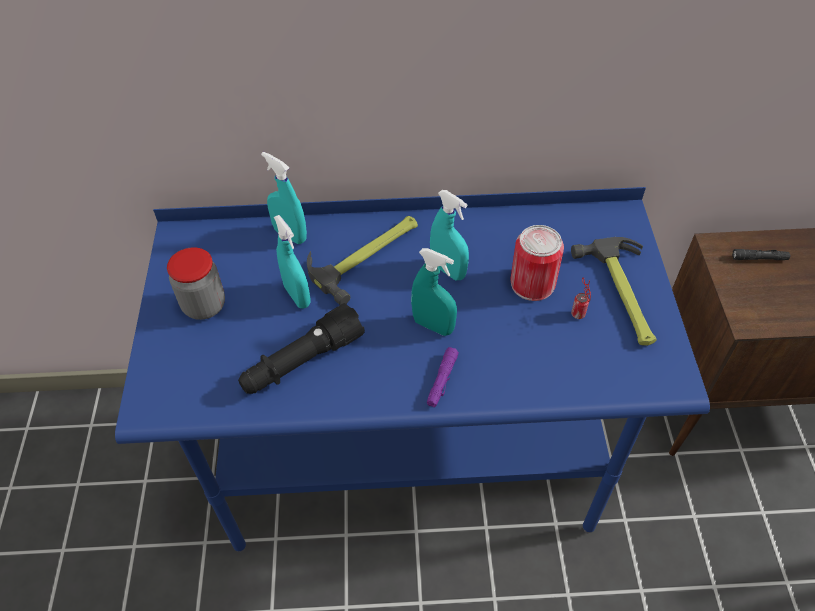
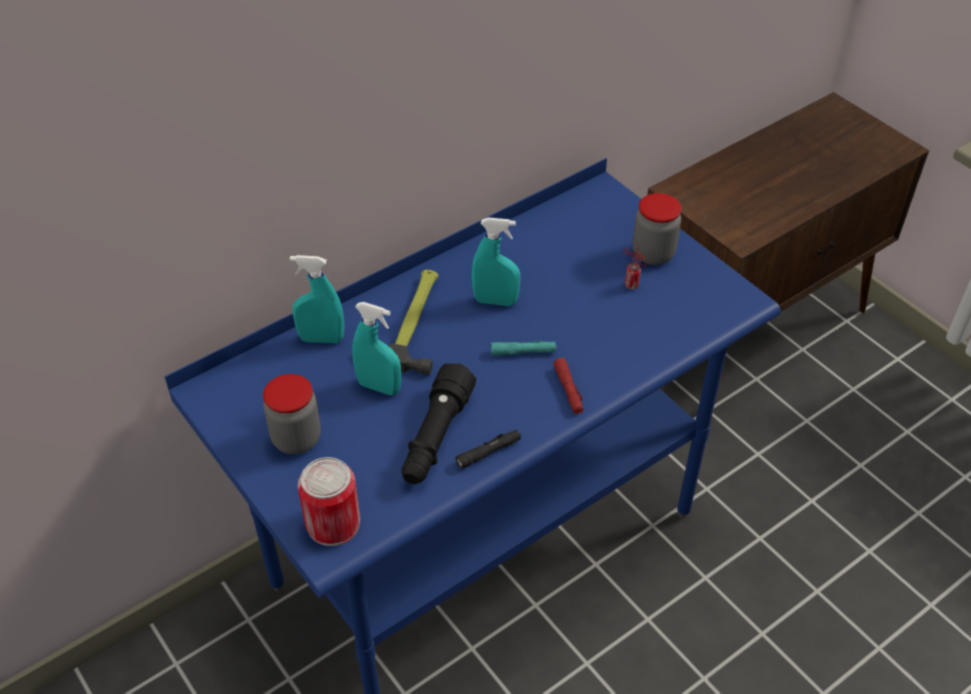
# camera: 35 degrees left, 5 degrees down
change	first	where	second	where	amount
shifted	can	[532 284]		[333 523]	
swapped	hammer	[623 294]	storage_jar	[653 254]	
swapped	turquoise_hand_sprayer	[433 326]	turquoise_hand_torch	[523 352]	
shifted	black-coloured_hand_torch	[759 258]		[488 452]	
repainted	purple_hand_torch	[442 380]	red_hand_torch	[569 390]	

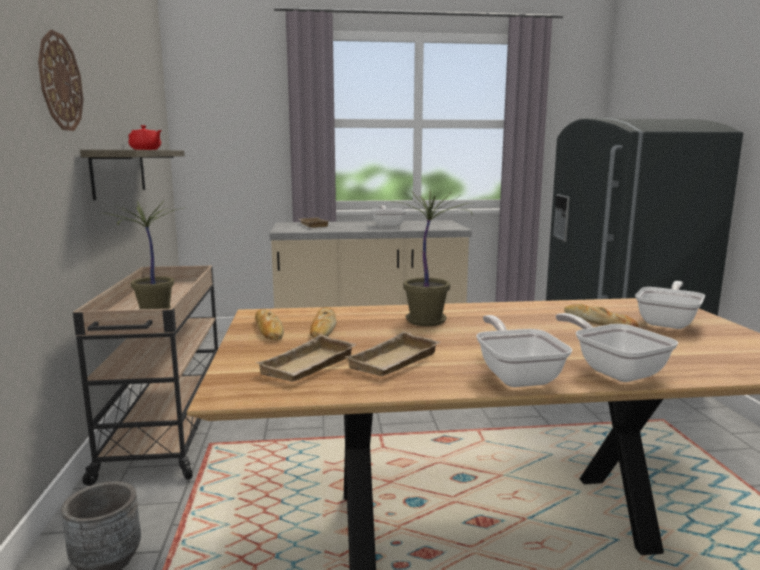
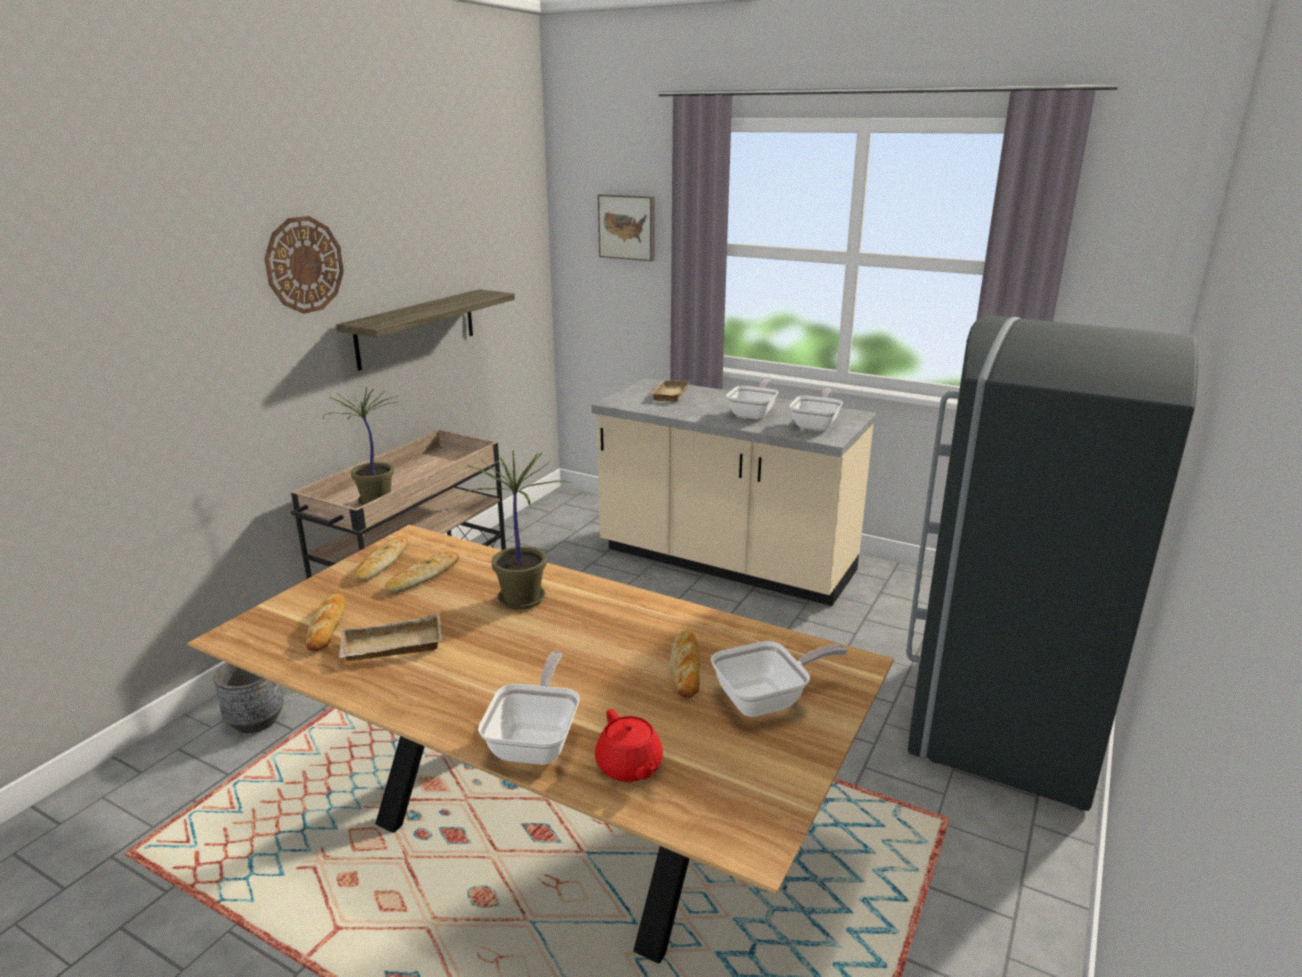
# camera: 35 degrees right, 10 degrees up
change	first	where	second	where	amount
shifted	red_teapot	[146 149]		[629 767]	
shifted	frying_pan	[516 375]		[816 425]	
swapped	sand-coloured_serving_tray	[310 366]	bakery_bread	[327 626]	
new			picture	[628 227]	

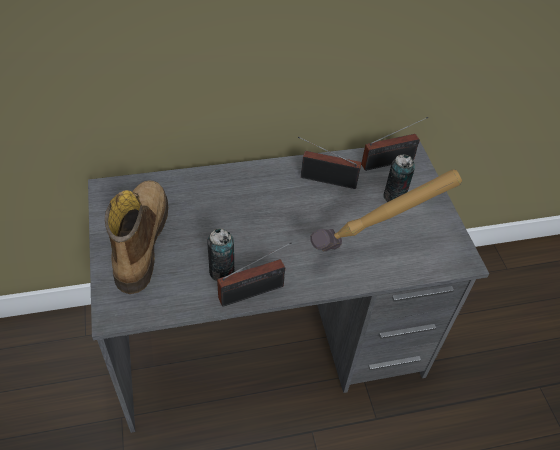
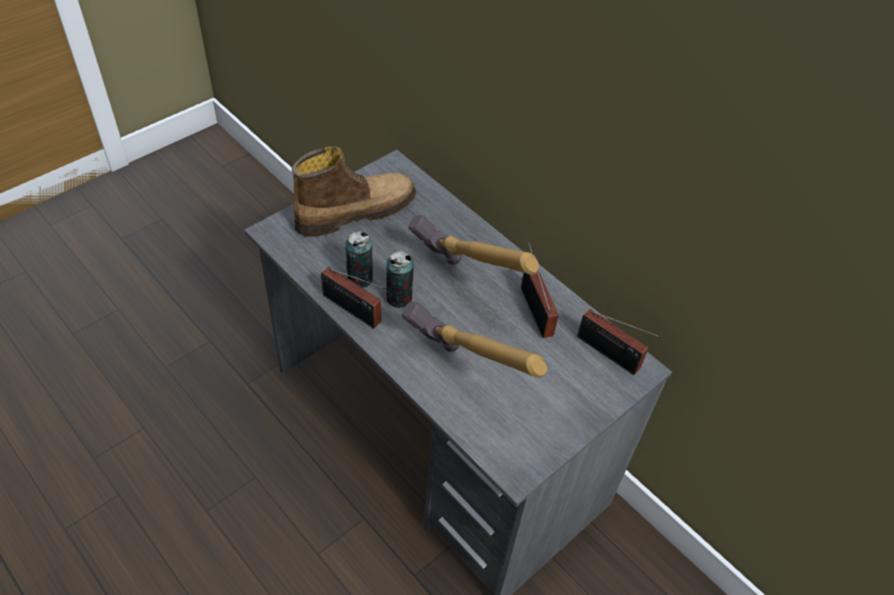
# camera: 60 degrees right, 0 degrees up
change	first	where	second	where	amount
shifted	can	[394 197]		[399 298]	
new			hammer	[464 293]	

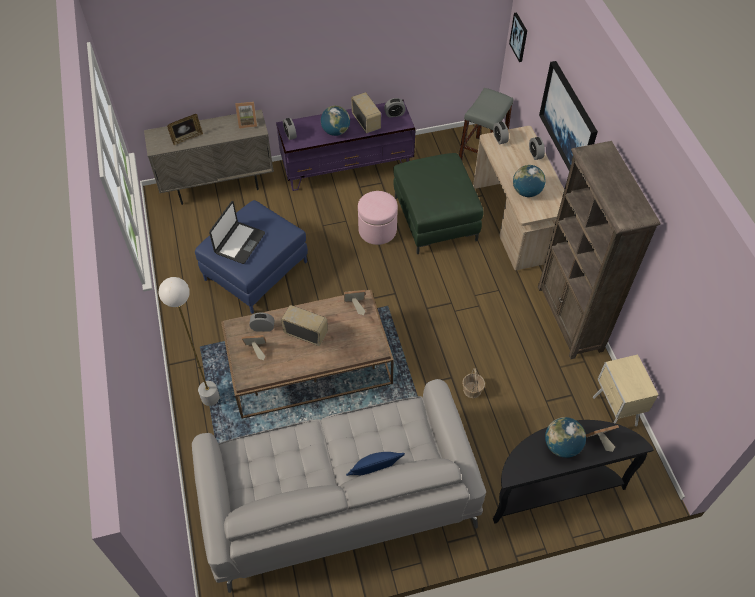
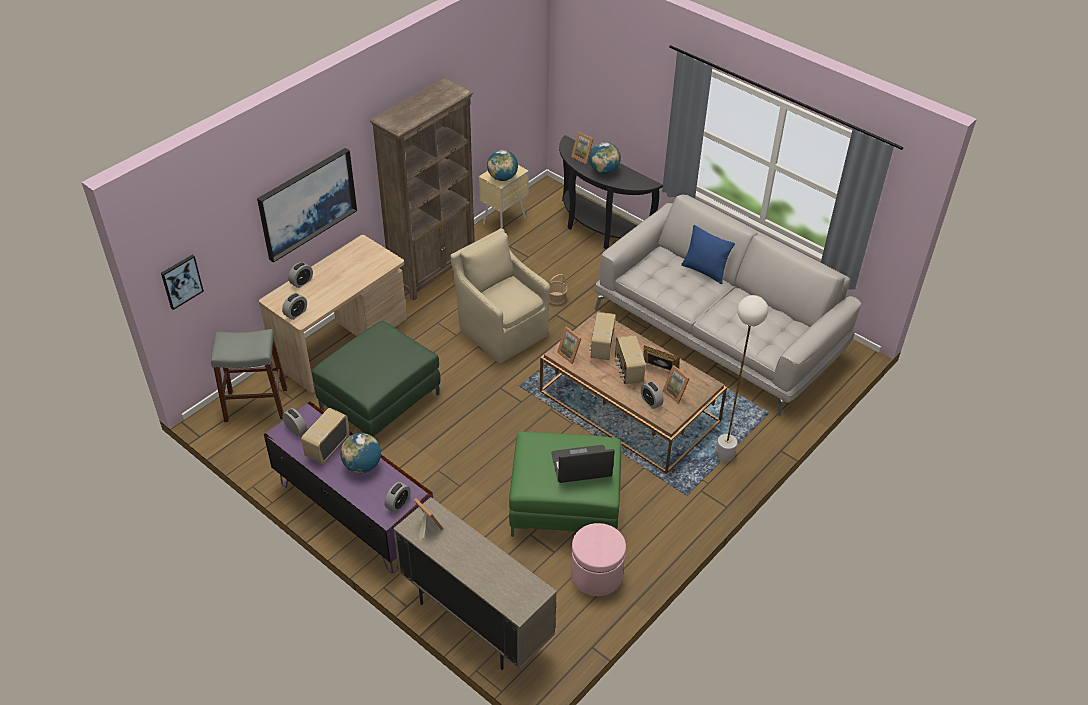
# camera: 125 degrees left, 10 degrees down
change	first	where	second	where	amount
shifted	picture_frame	[187 138]		[659 369]	
shifted	globe	[526 192]		[502 178]	
shifted	pink_ottoman	[377 230]		[596 574]	
repainted	blue-coloured_ottoman	[255 271]	green-coloured_ottoman	[564 507]	
new			sand-coloured_lounge_chair	[501 330]	
new			radio	[601 347]	

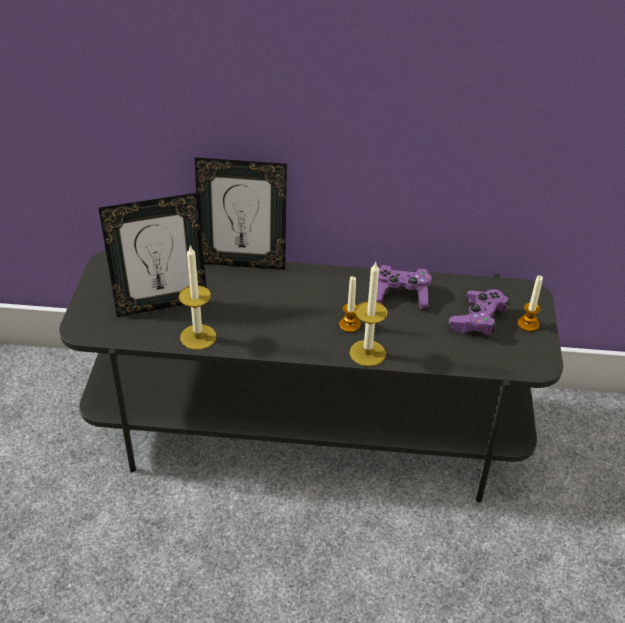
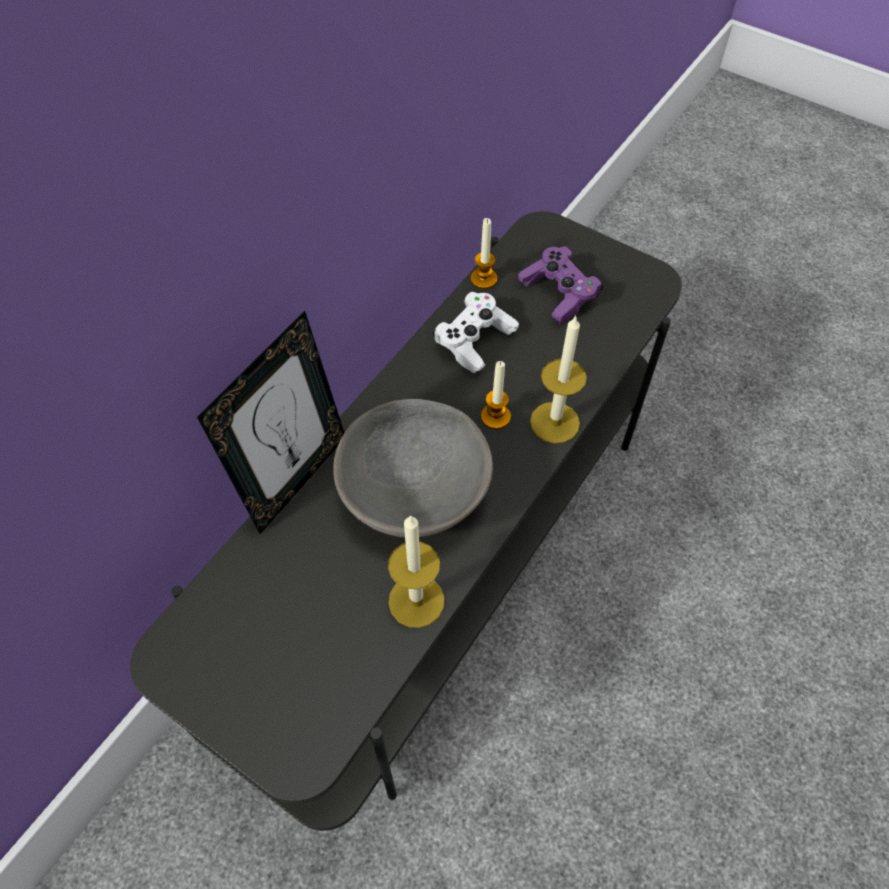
# camera: 60 degrees left, 15 degrees up
change	first	where	second	where	amount
gone	picture_frame	[161 303]			
repainted	purple_gamepad	[401 295]	white_gamepad	[474 341]	
shifted	wax_light	[528 324]		[483 279]	
new			greyish_bowl	[415 490]	

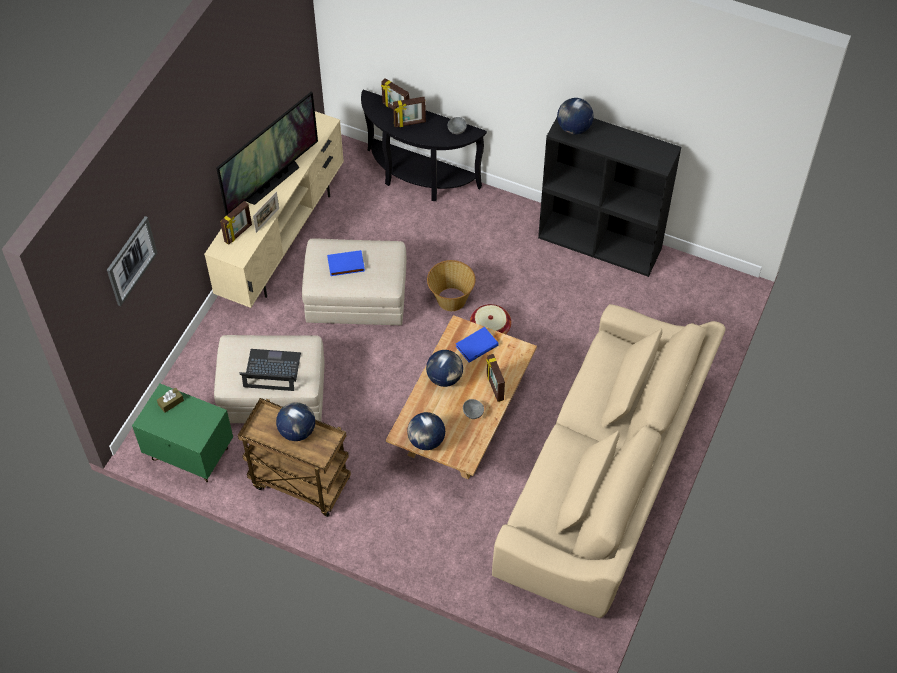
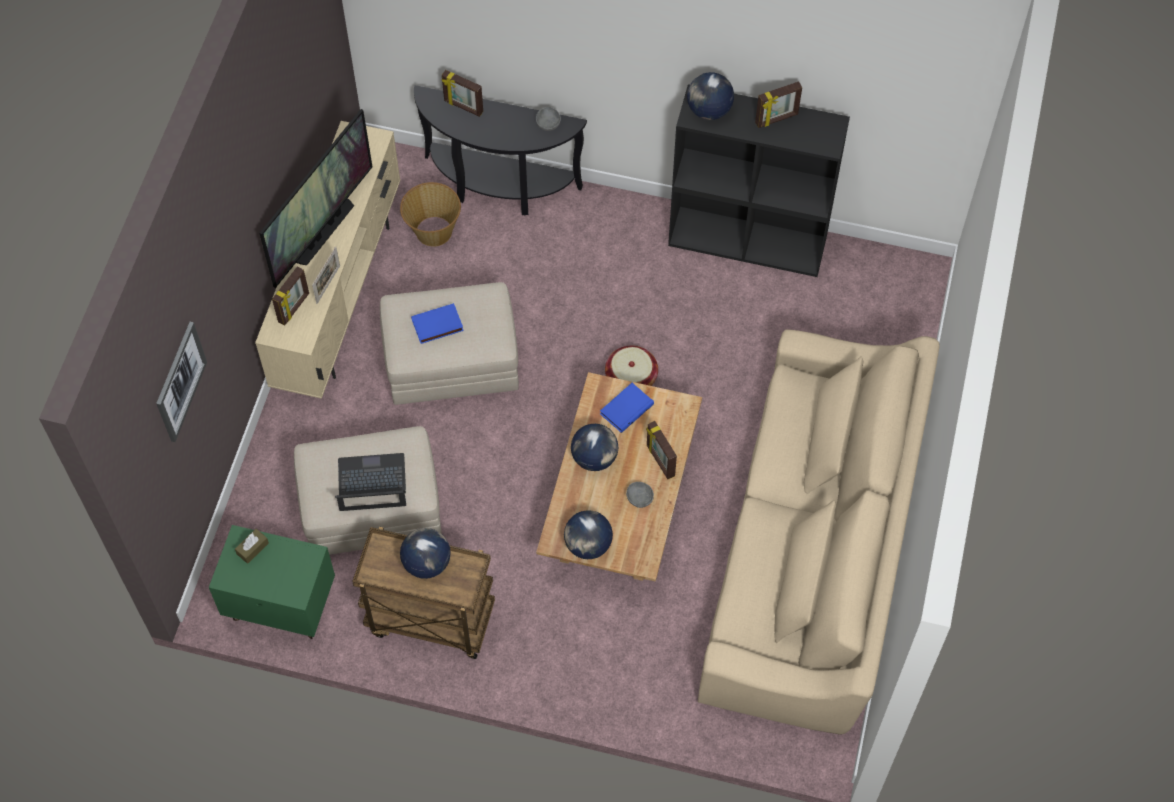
# camera: 10 degrees left, 5 degrees up
change	first	where	second	where	amount
shifted	picture_frame	[410 123]		[776 119]	
shifted	storage_basket	[451 299]		[433 231]	

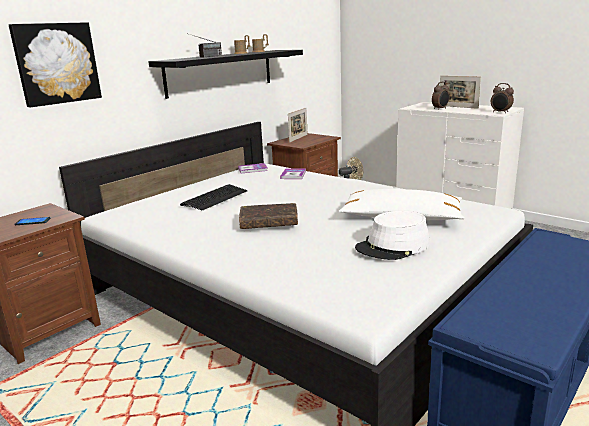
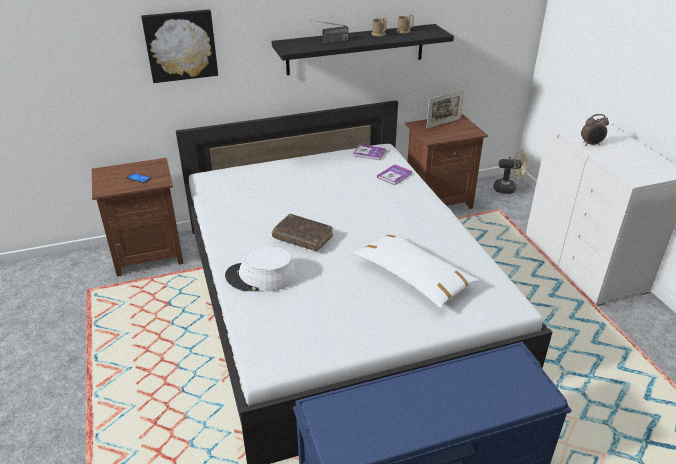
# camera: 30 degrees right, 15 degrees up
change	first	where	second	where	amount
gone	picture_frame	[458 107]			
gone	bedside_clock	[500 112]			
gone	PC_keyboard	[215 198]			
shifted	white_hat	[393 246]		[261 277]	

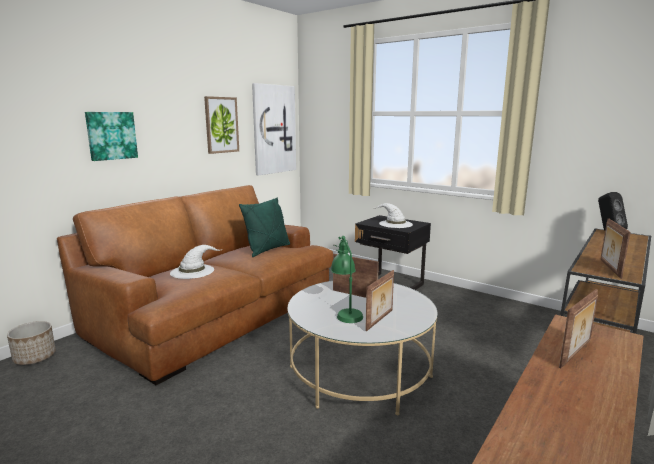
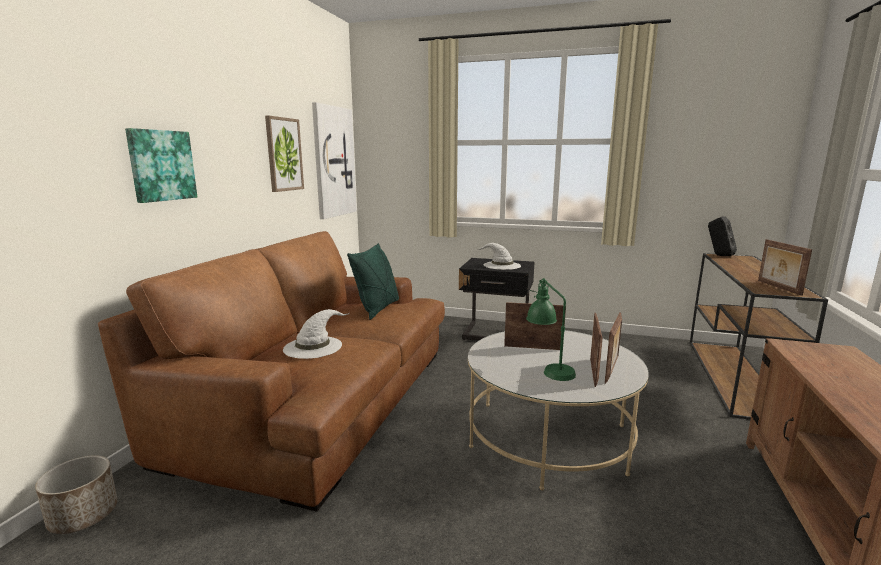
# camera: 20 degrees left, 0 degrees up
change	first	where	second	where	amount
shifted	picture_frame	[576 354]		[611 370]	

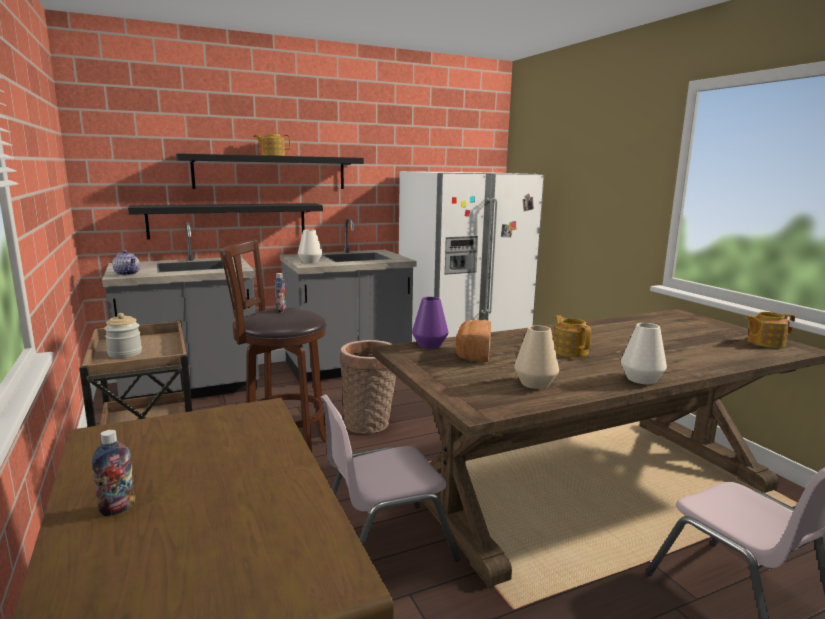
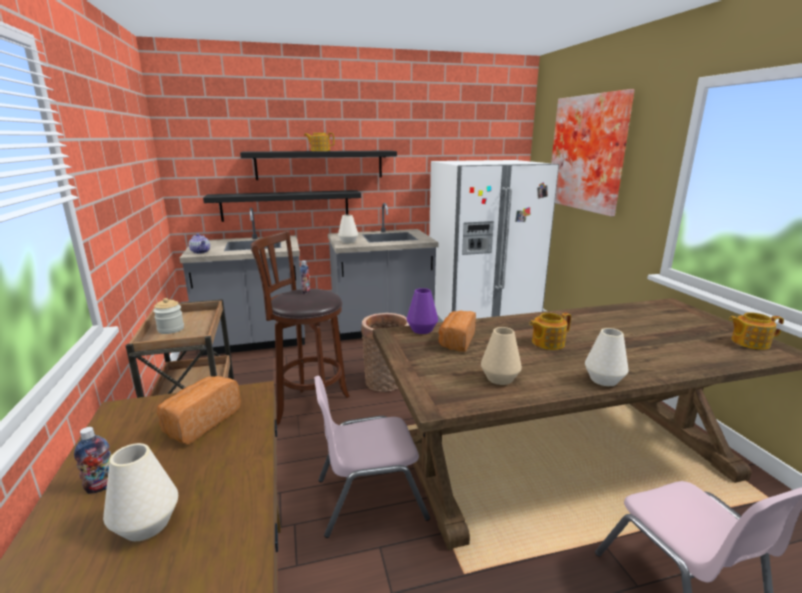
# camera: 10 degrees right, 5 degrees up
change	first	where	second	where	amount
rotated	teapot	[570 351]		[547 343]	105 degrees counterclockwise
new			picture	[589 153]	
new			bakery_bread	[200 422]	
new			white_vase	[146 524]	

